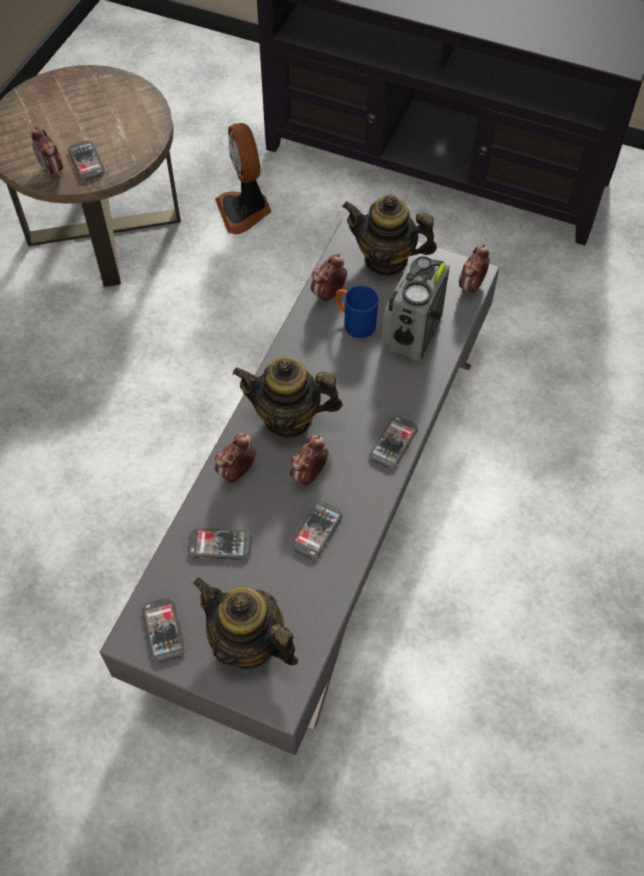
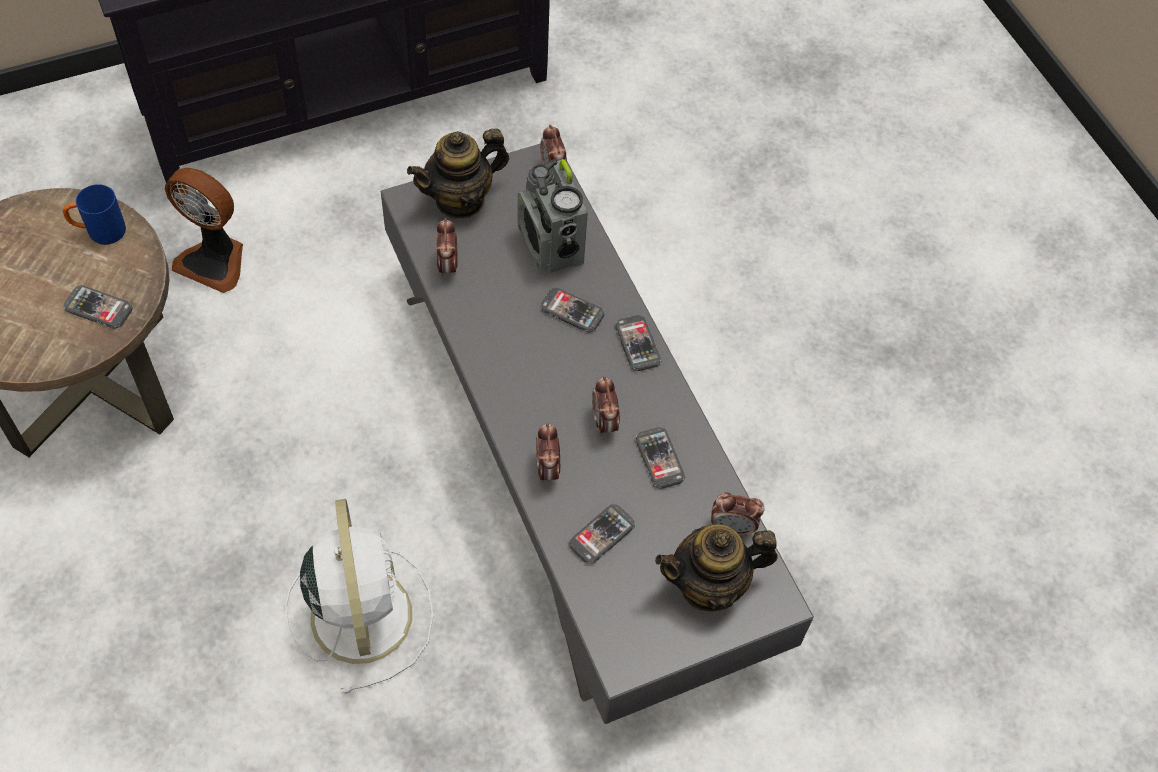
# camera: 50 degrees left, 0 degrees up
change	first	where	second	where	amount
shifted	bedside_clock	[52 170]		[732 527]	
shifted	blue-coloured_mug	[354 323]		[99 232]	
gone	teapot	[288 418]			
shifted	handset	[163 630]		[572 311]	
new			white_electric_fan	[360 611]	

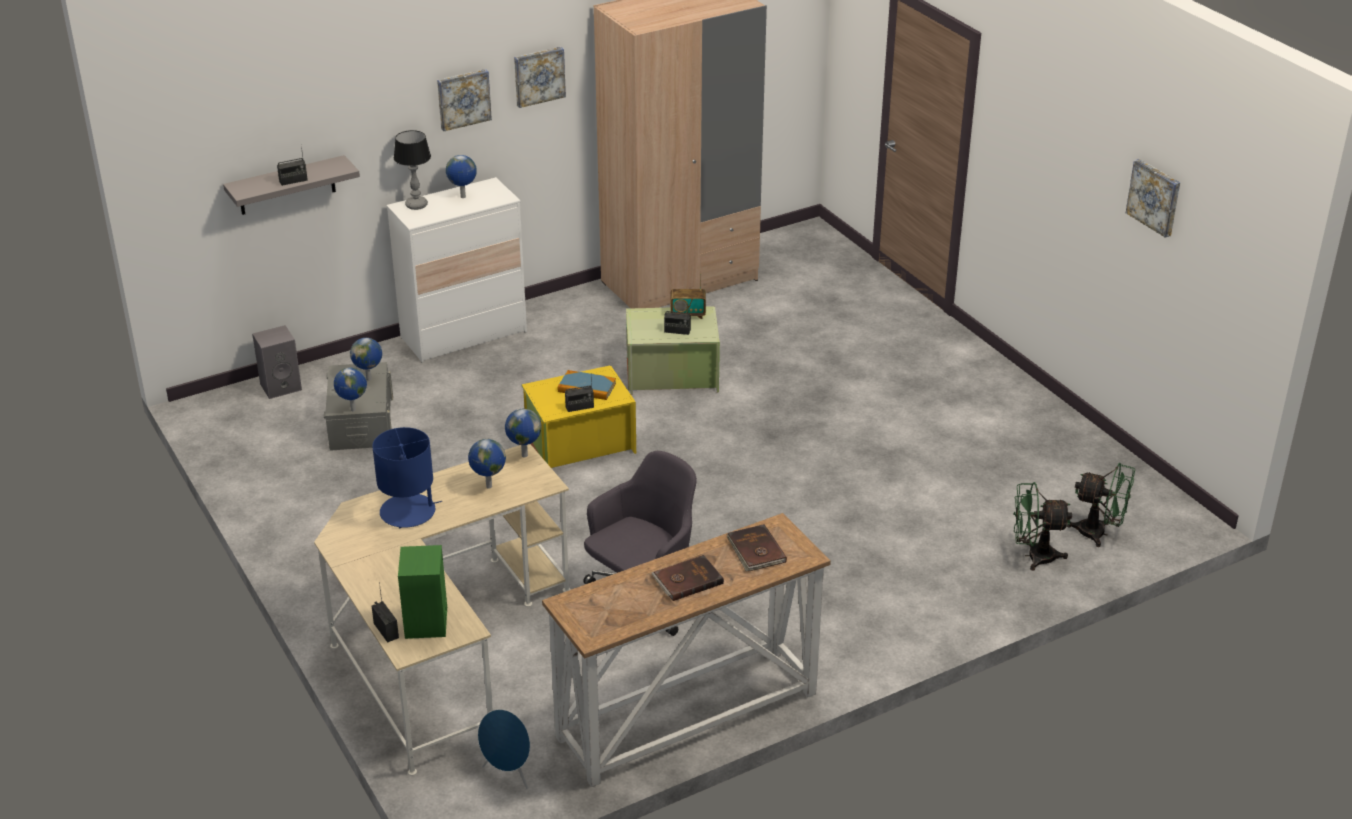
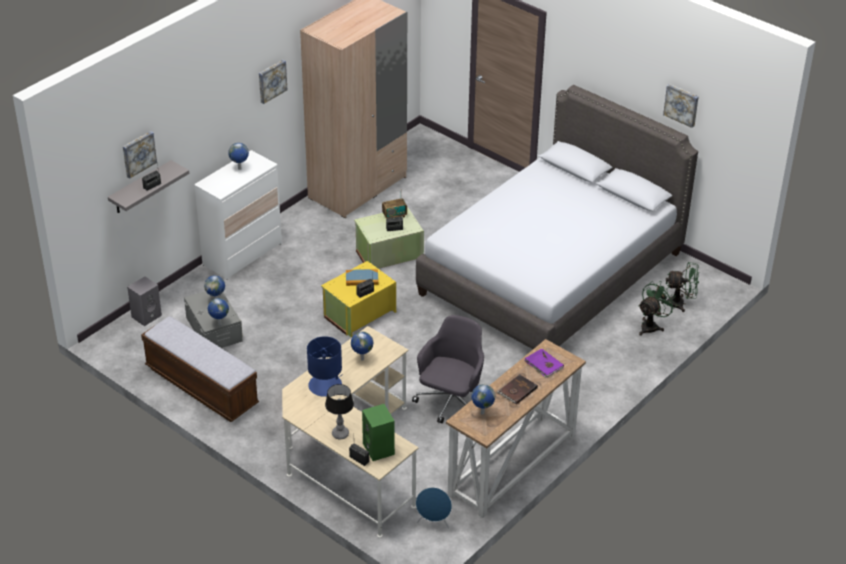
# camera: 20 degrees left, 5 degrees up
change	first	where	second	where	amount
shifted	picture	[463 99]		[138 153]	
shifted	lamp_for_a_table	[416 205]		[340 434]	
shifted	globe	[524 455]		[482 413]	
rotated	green-coloured_electric_fan	[1033 556]		[651 326]	150 degrees clockwise
repainted	brown-coloured_book	[755 551]	purple_book	[543 365]	
new			greyish_sleeping_bed	[551 273]	
new			long_seat	[201 386]	

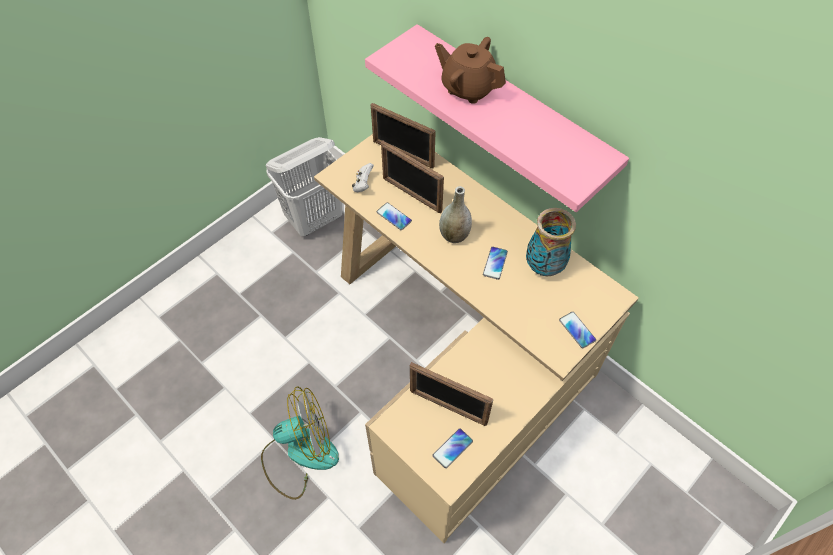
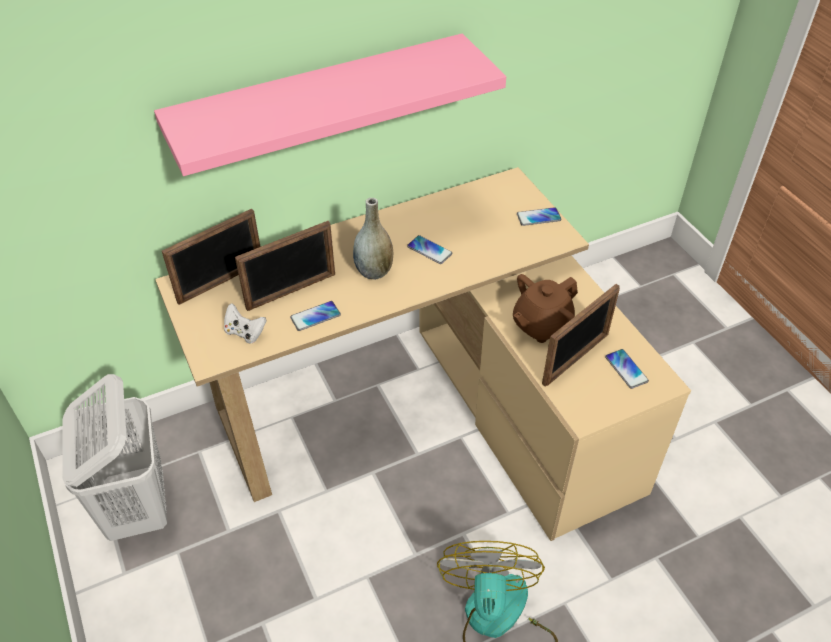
# camera: 70 degrees left, 10 degrees down
change	first	where	second	where	amount
shifted	brown-coloured_teapot	[468 88]		[541 325]	
gone	vase	[544 267]			

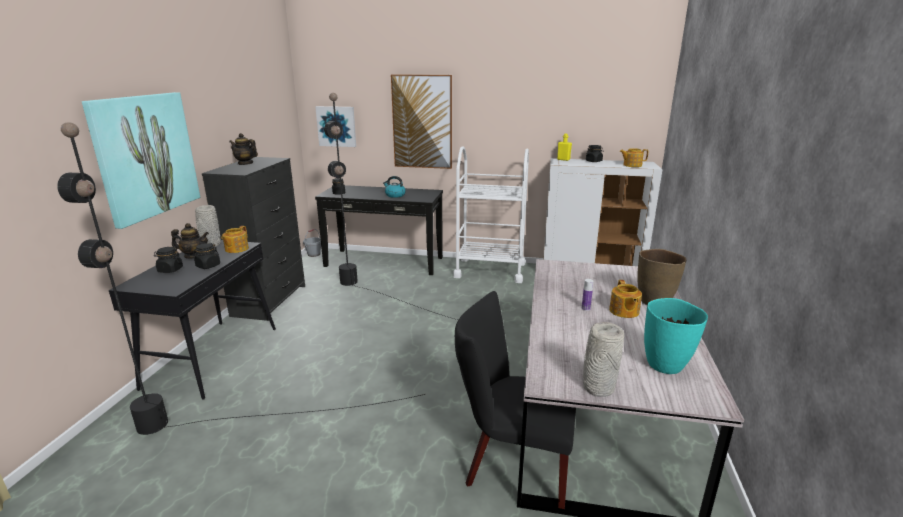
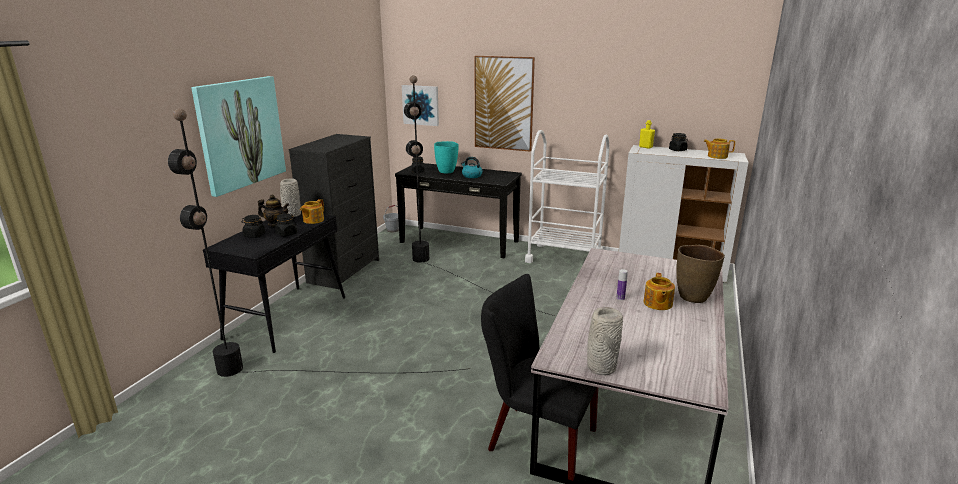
# camera: 10 degrees right, 0 degrees up
change	first	where	second	where	amount
gone	teapot	[245 163]			
shifted	turquoise_vase	[666 365]		[447 171]	

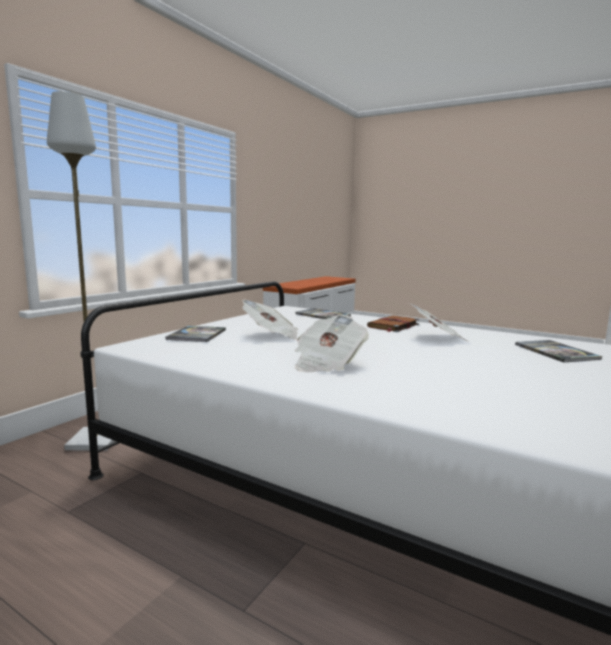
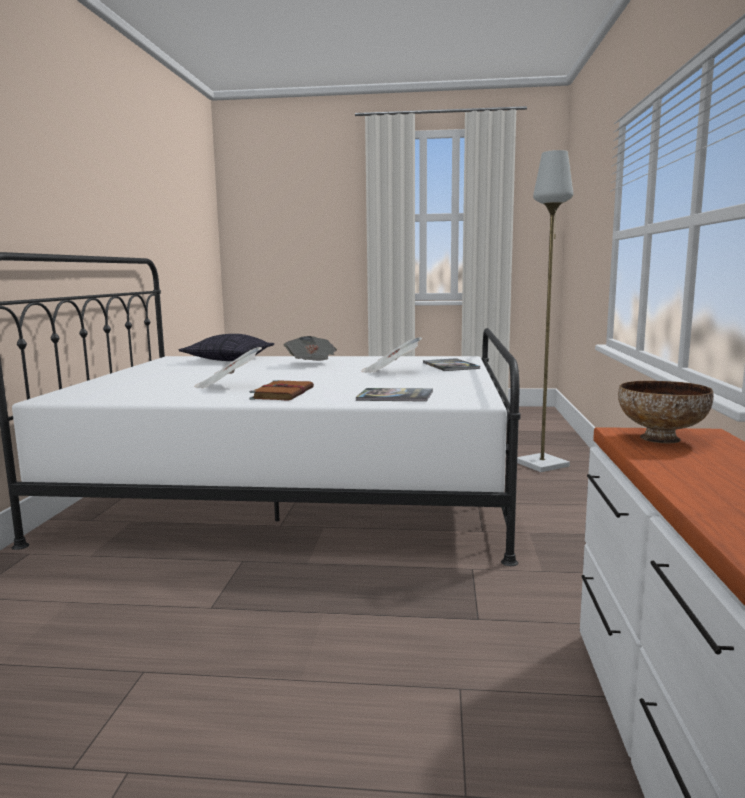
# camera: 155 degrees right, 0 degrees up
change	first	where	second	where	amount
gone	book	[556 352]			
new			cushion	[229 360]	
new			bowl	[661 439]	

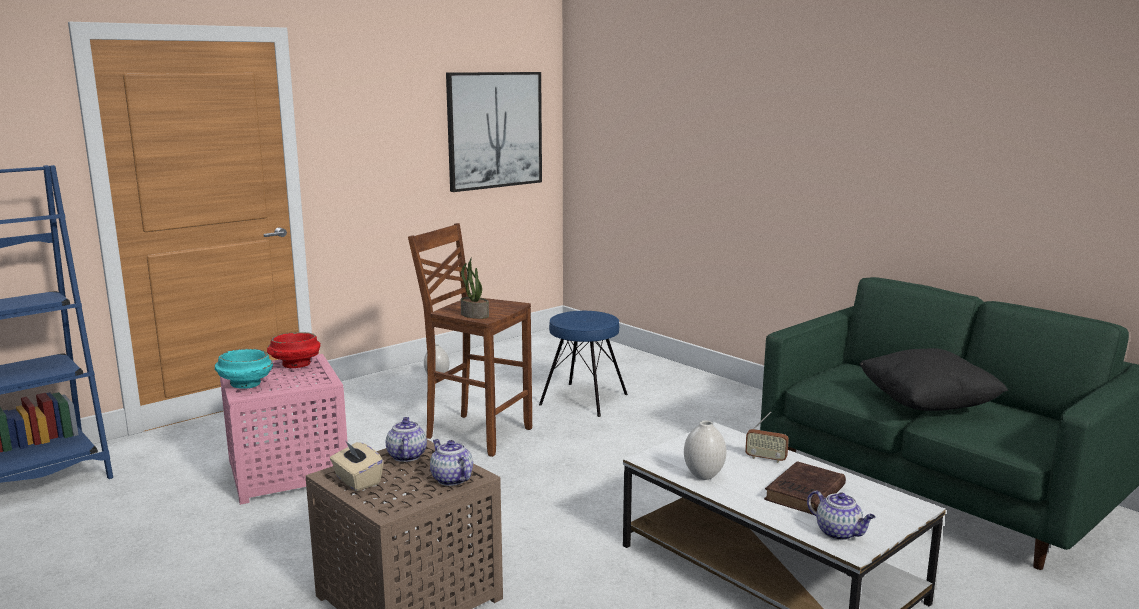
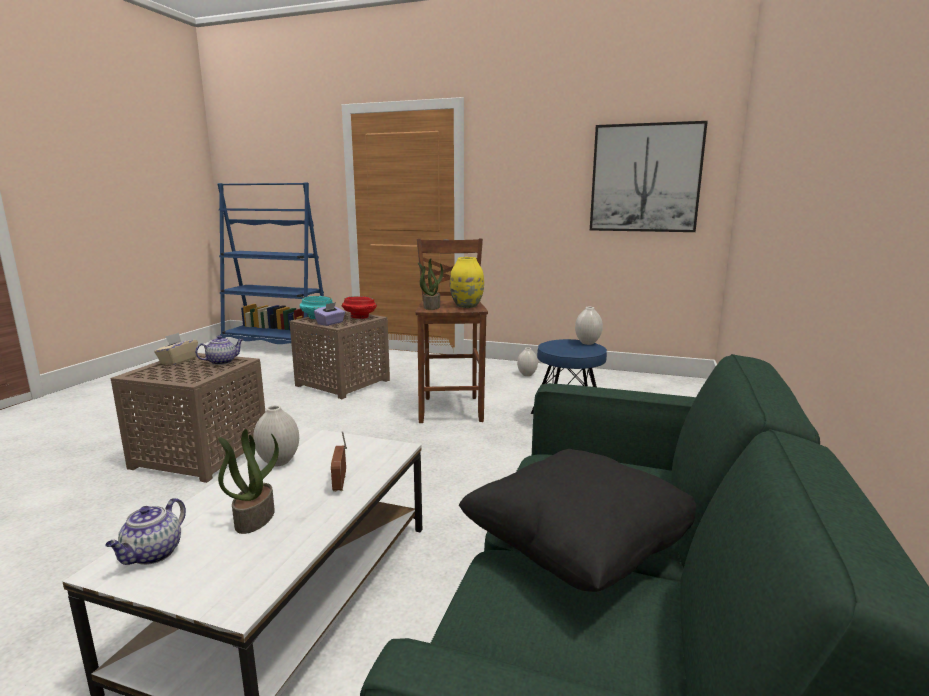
# camera: 60 degrees right, 0 degrees up
change	first	where	second	where	amount
repainted	pink_accent_table	[289 470]	brown-coloured_accent_table	[344 383]	
gone	teapot	[451 479]			
swapped	brown-coloured_book	[804 494]	houseplant	[254 518]	
new			yellowish_vase	[467 306]	
new			purple_box_of_tissues	[330 323]	
new			white_vase	[587 343]	

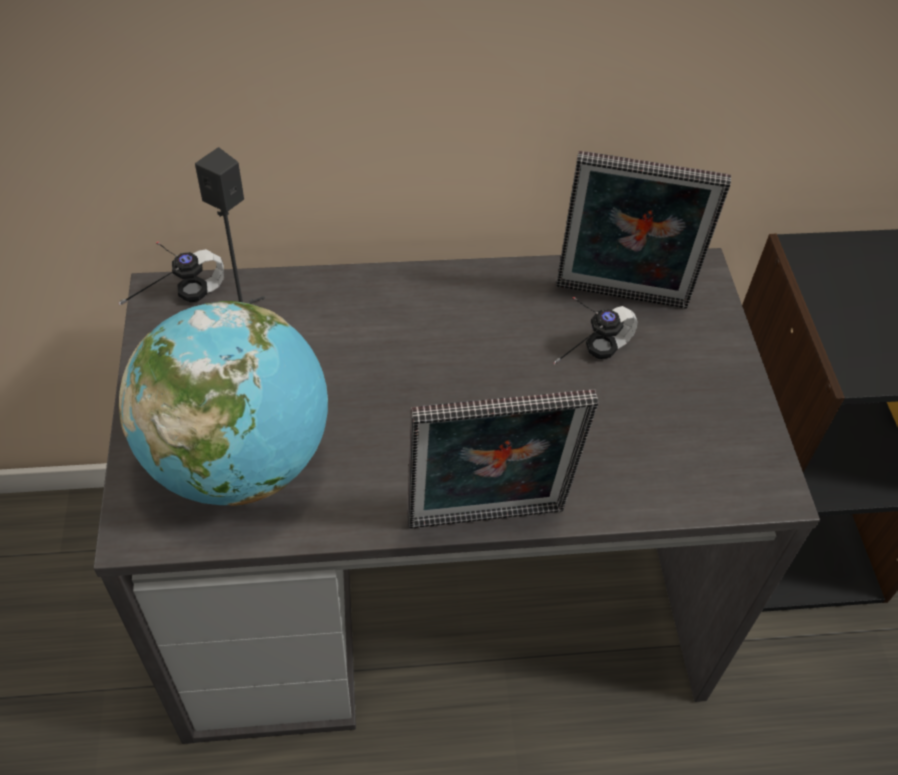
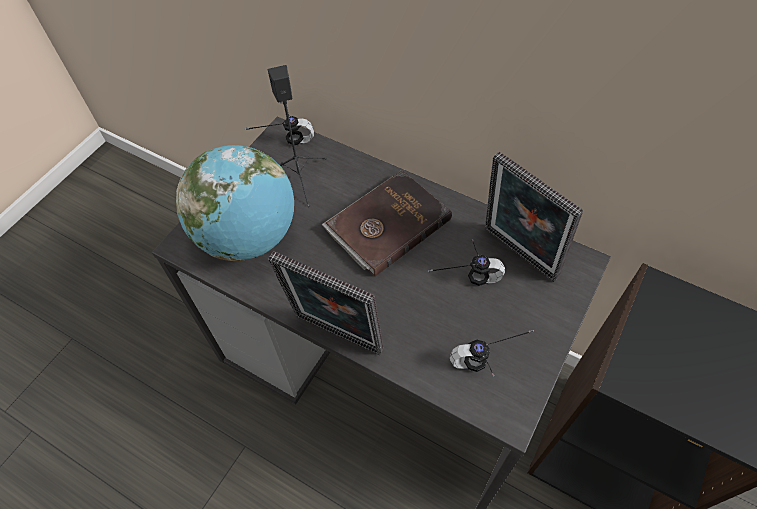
# camera: 40 degrees right, 5 degrees up
change	first	where	second	where	amount
new			brown-coloured_book	[386 224]	
new			pair_of_headphones	[490 368]	

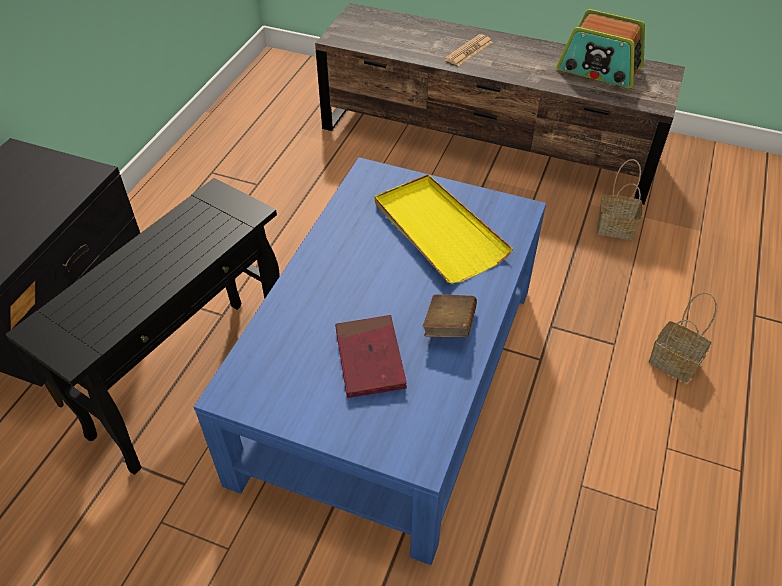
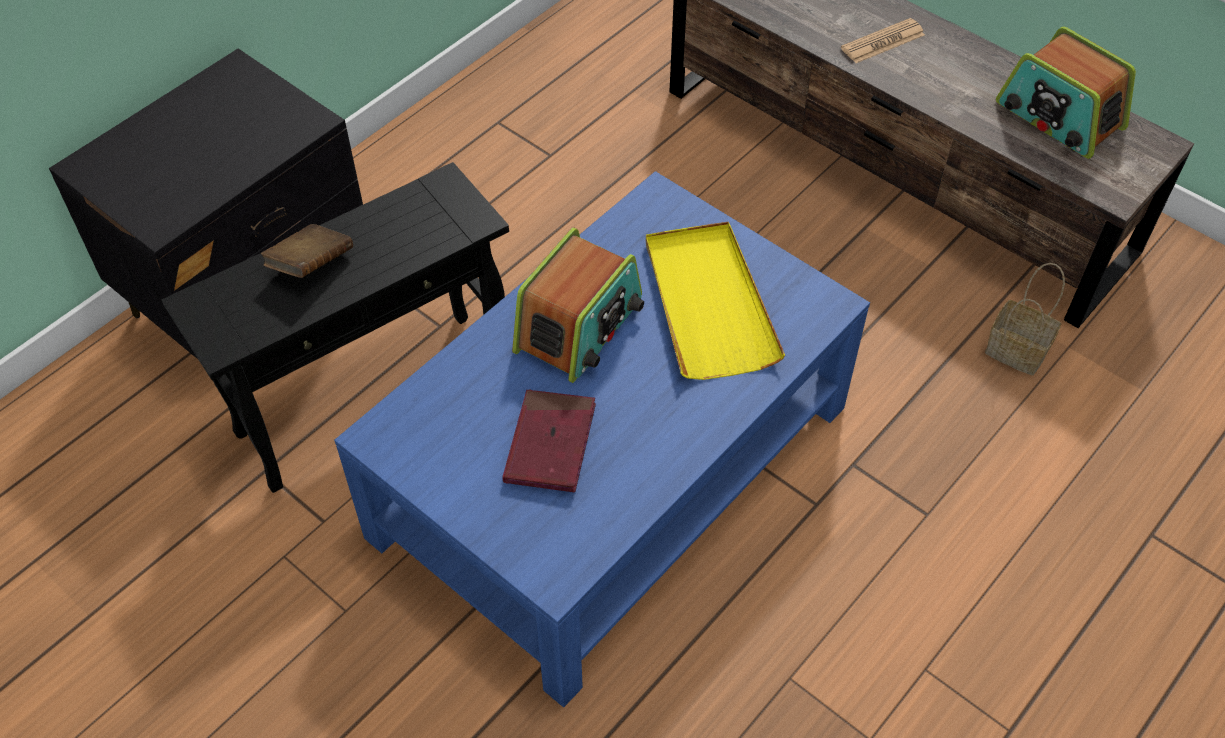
# camera: 20 degrees right, 5 degrees up
change	first	where	second	where	amount
gone	storage_basket	[675 362]			
shifted	brown-coloured_book	[449 326]		[311 265]	
new			radio	[580 325]	

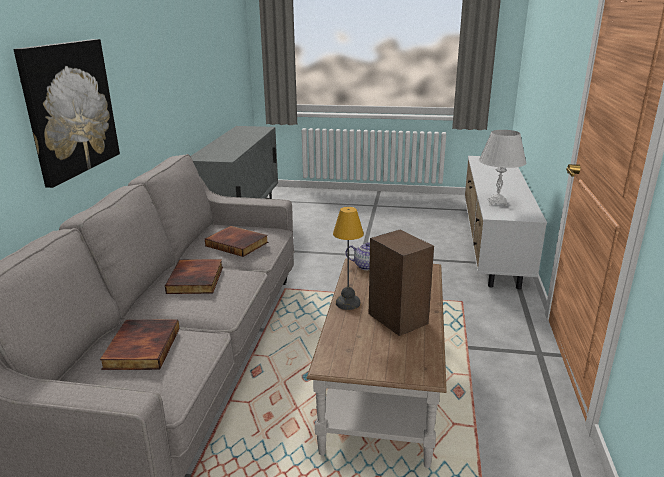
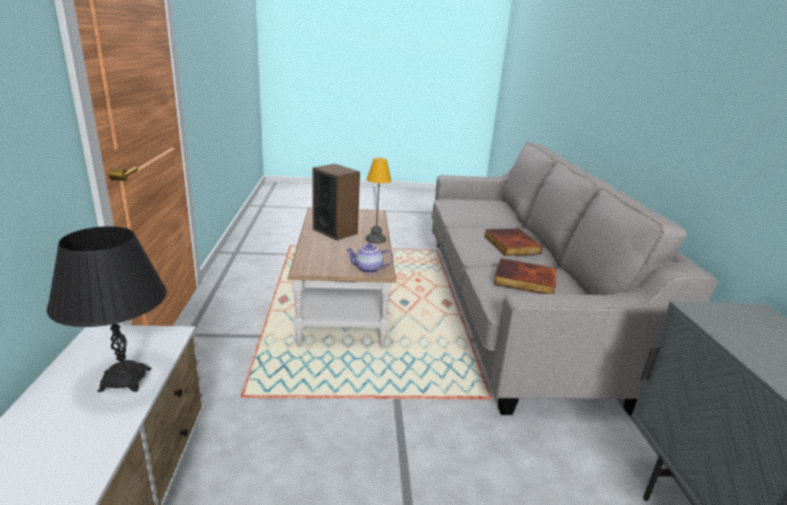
# camera: 165 degrees right, 0 degrees up
change	first	where	second	where	amount
gone	picture	[70 109]			
repainted	white_lamp_for_a_table	[497 203]	black-coloured_lamp_for_a_table	[125 379]	
gone	book	[141 347]			

